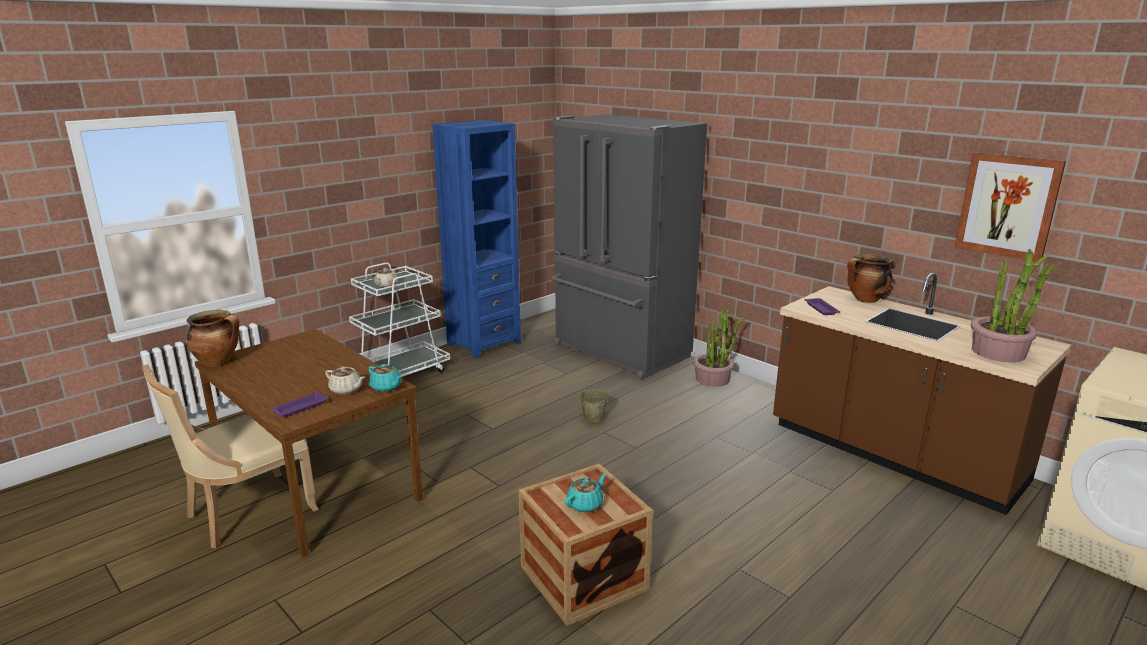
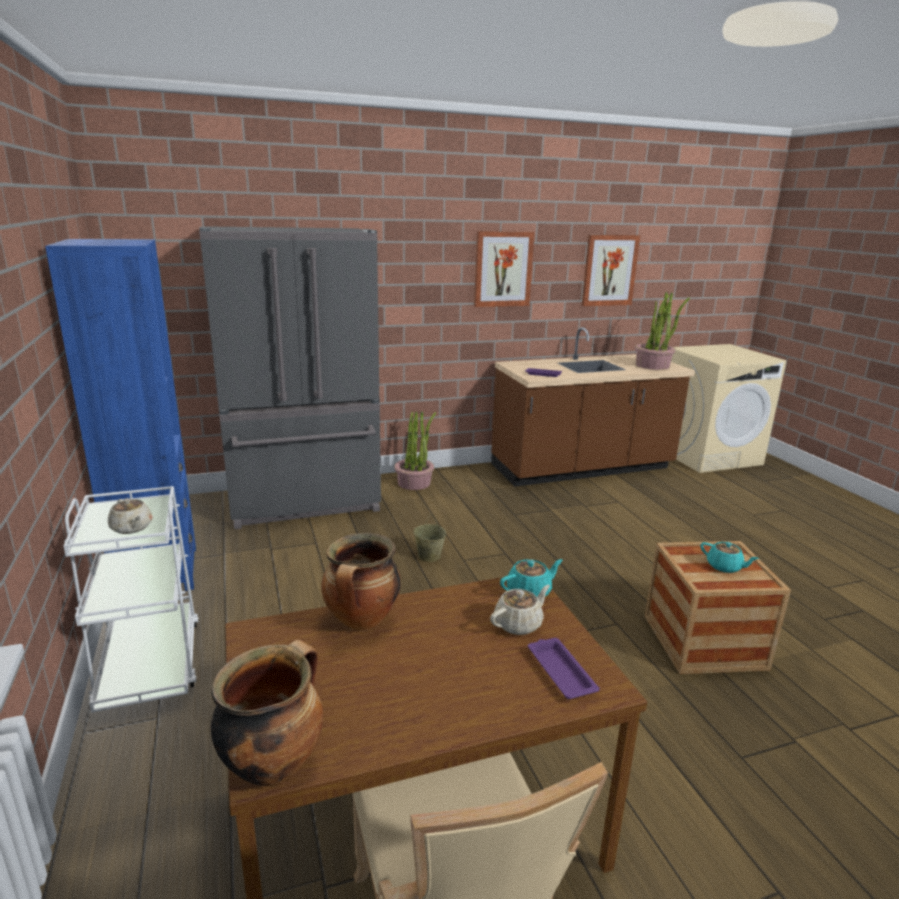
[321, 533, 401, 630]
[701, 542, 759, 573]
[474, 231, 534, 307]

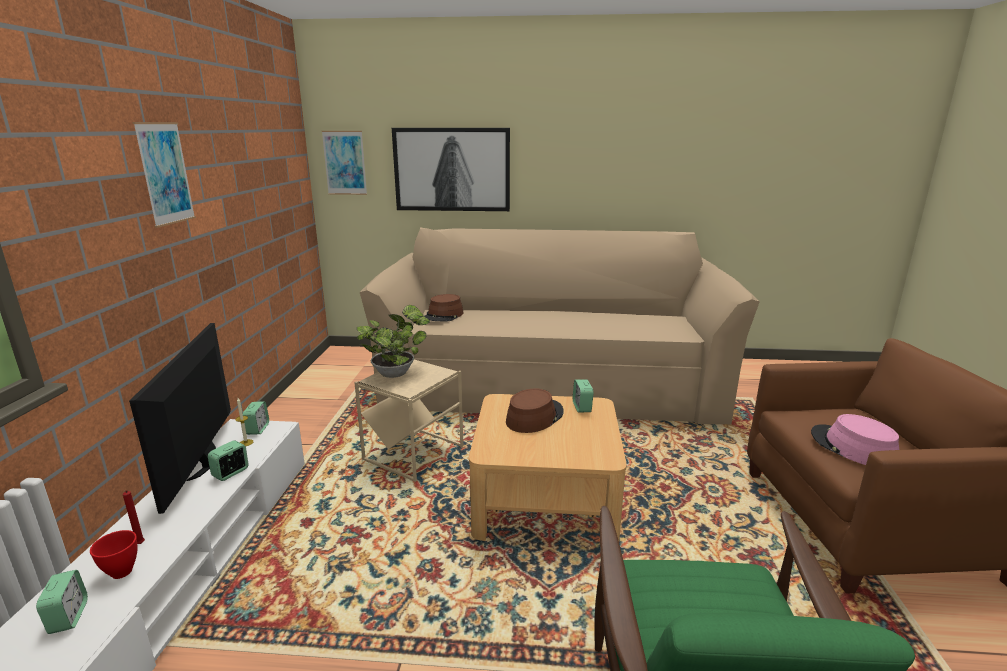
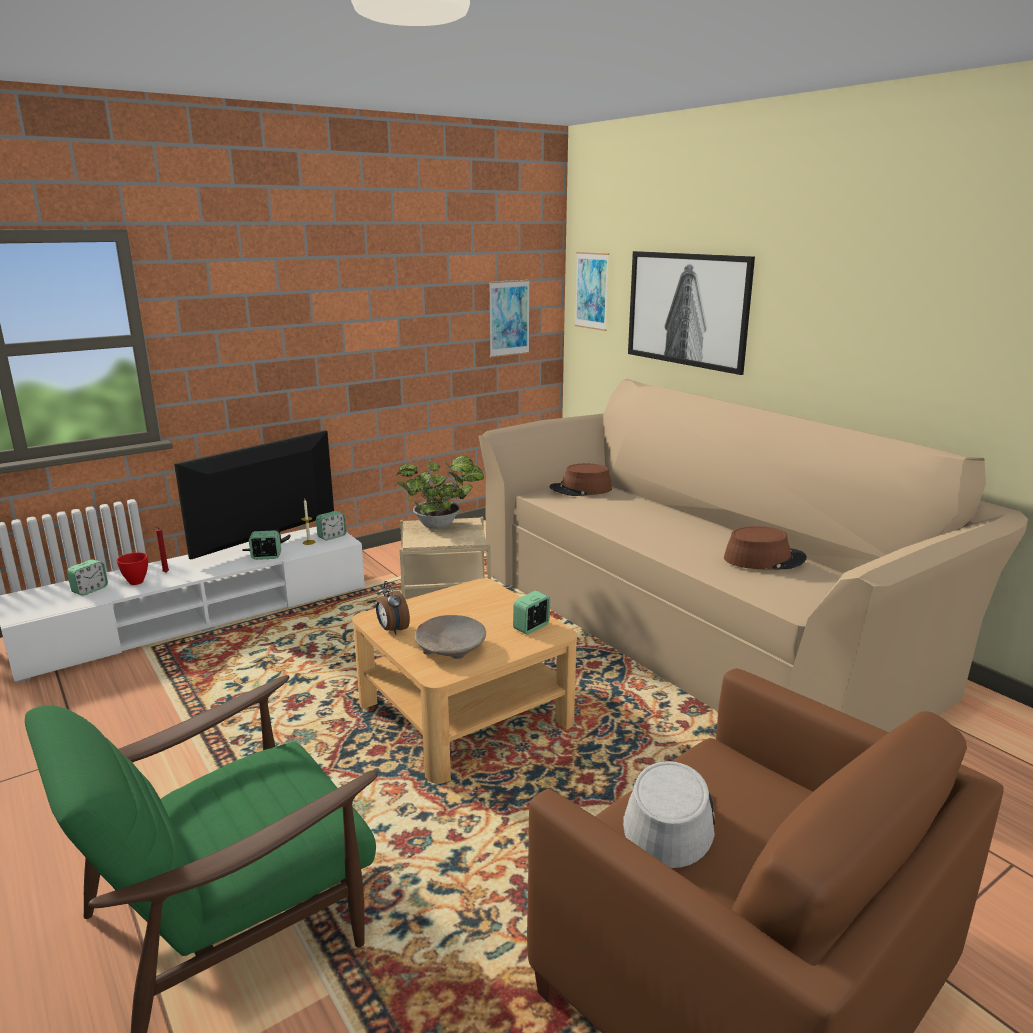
[489, 280, 530, 357]
[724, 526, 807, 569]
[623, 761, 715, 868]
[376, 581, 410, 635]
[415, 615, 486, 659]

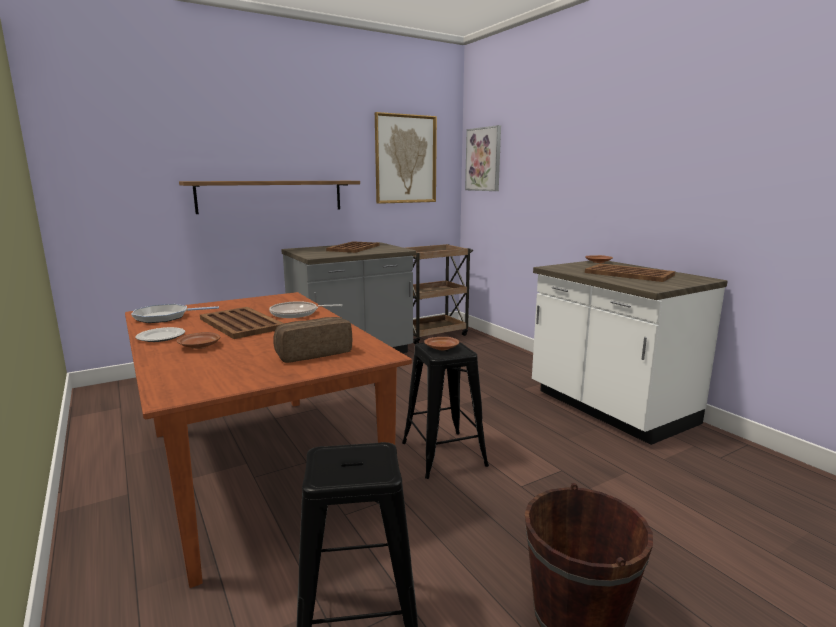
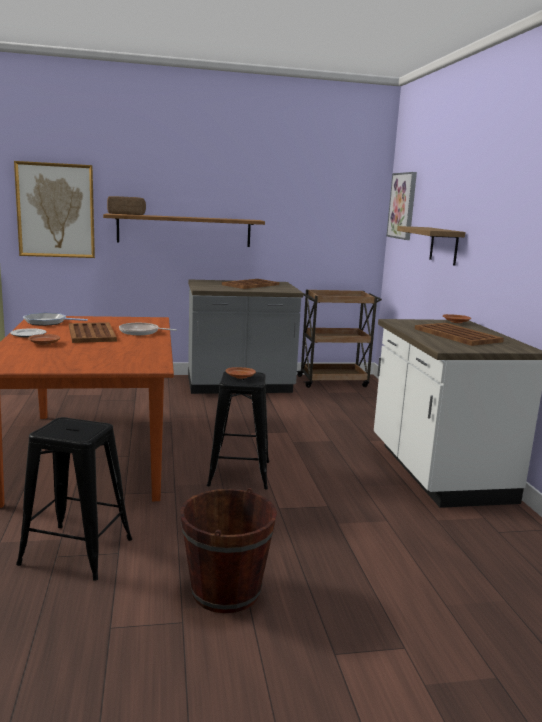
[14, 161, 95, 258]
[107, 196, 146, 215]
[397, 226, 466, 266]

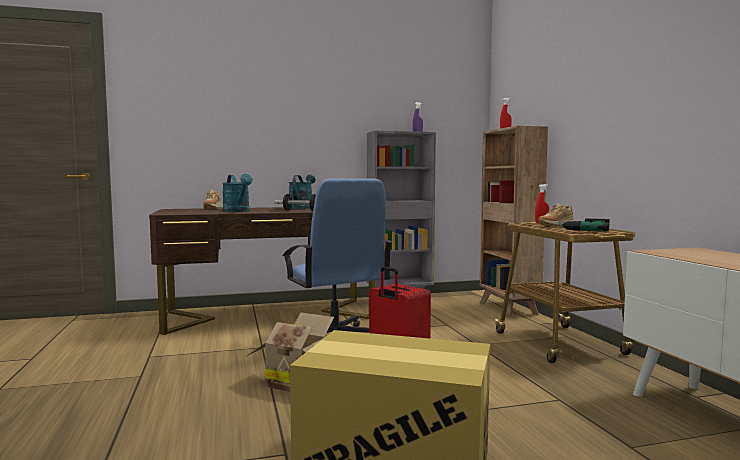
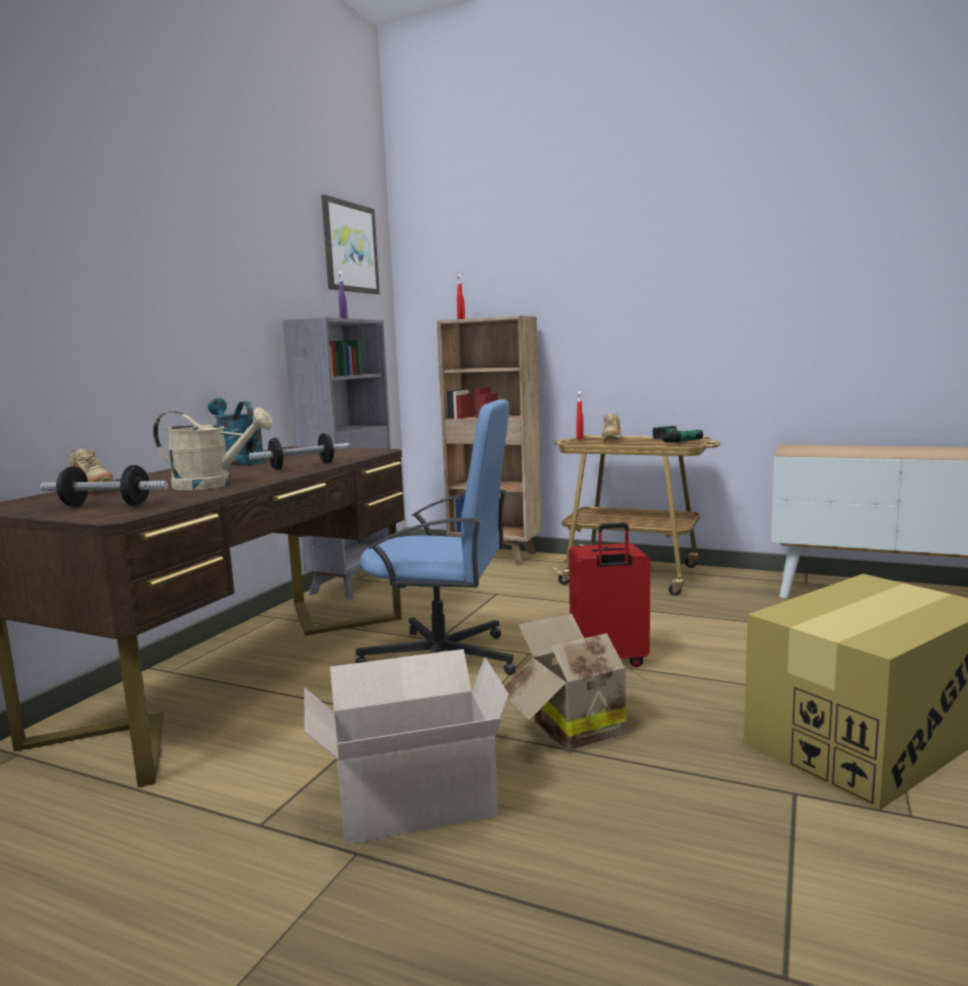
[153, 407, 273, 490]
[321, 194, 380, 294]
[40, 465, 168, 507]
[304, 649, 509, 845]

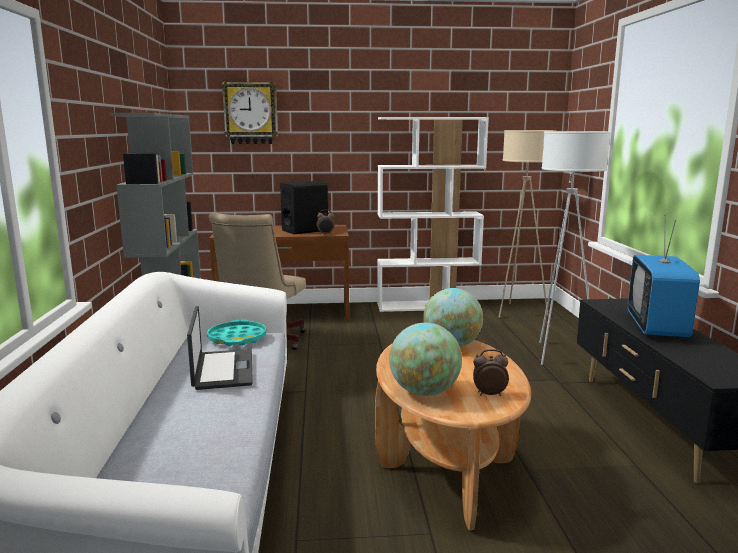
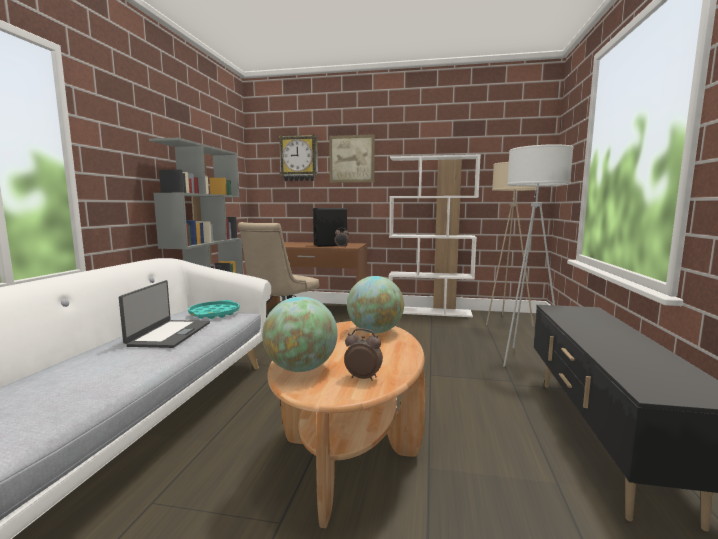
[628, 215, 700, 338] (first image)
[329, 134, 375, 183]

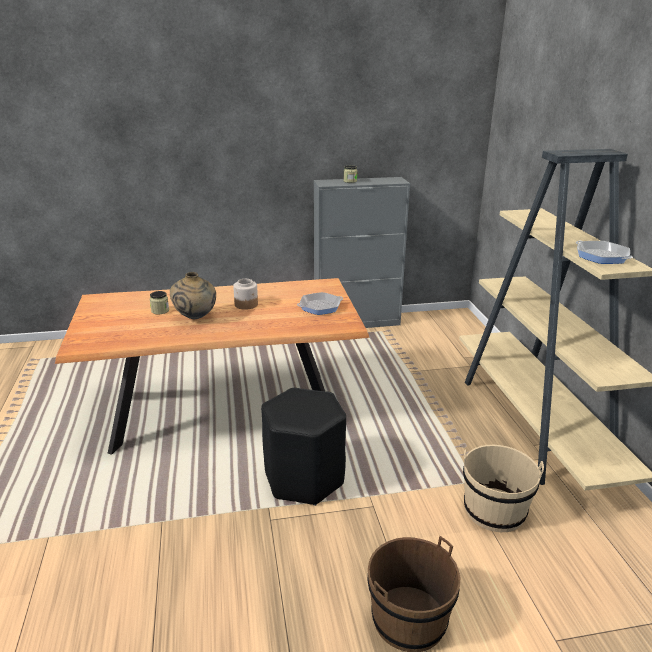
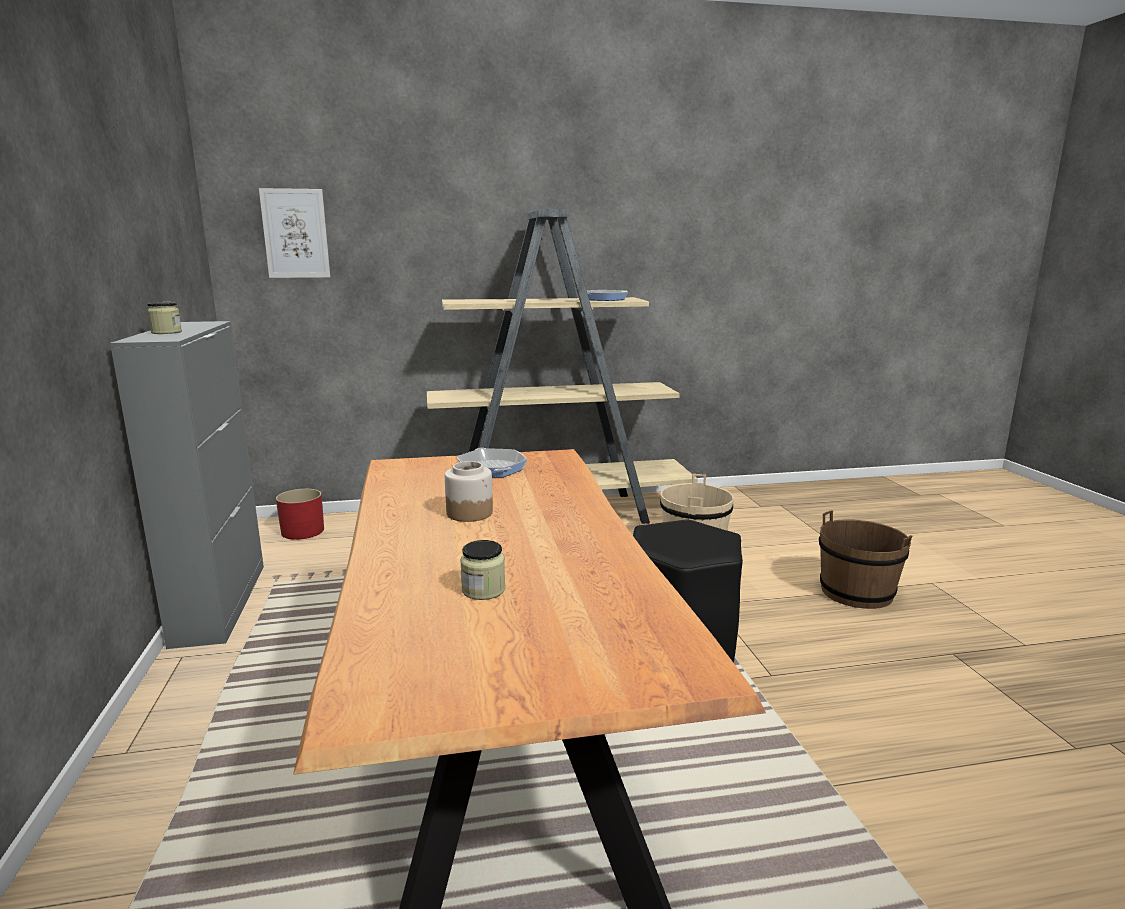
[170, 272, 216, 319] (first image)
[259, 188, 330, 278]
[276, 489, 324, 540]

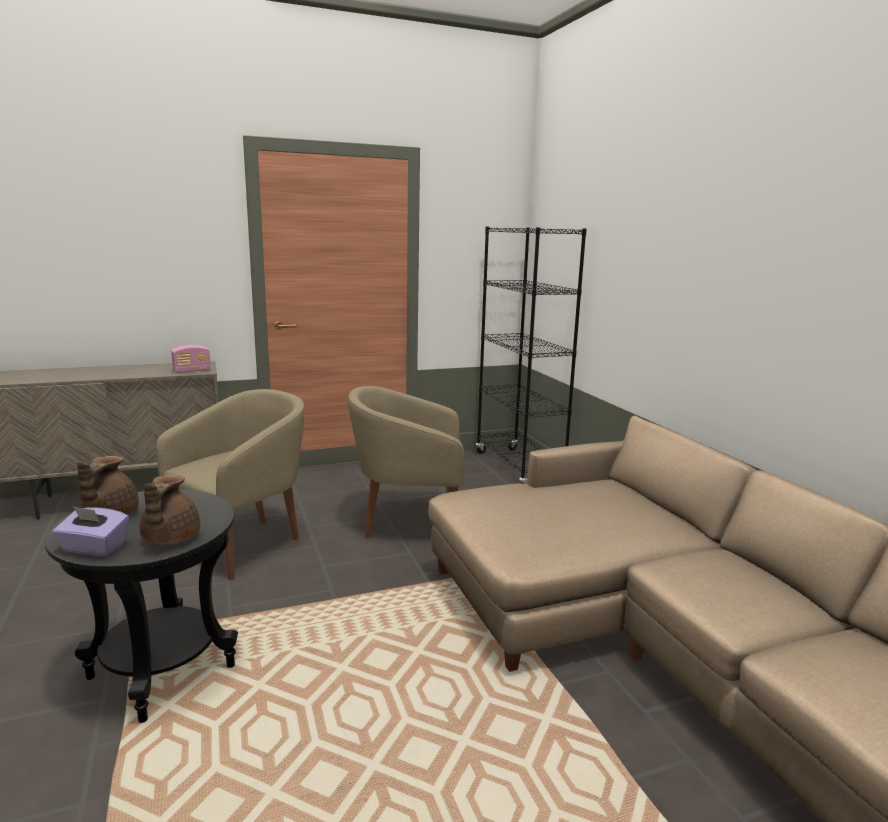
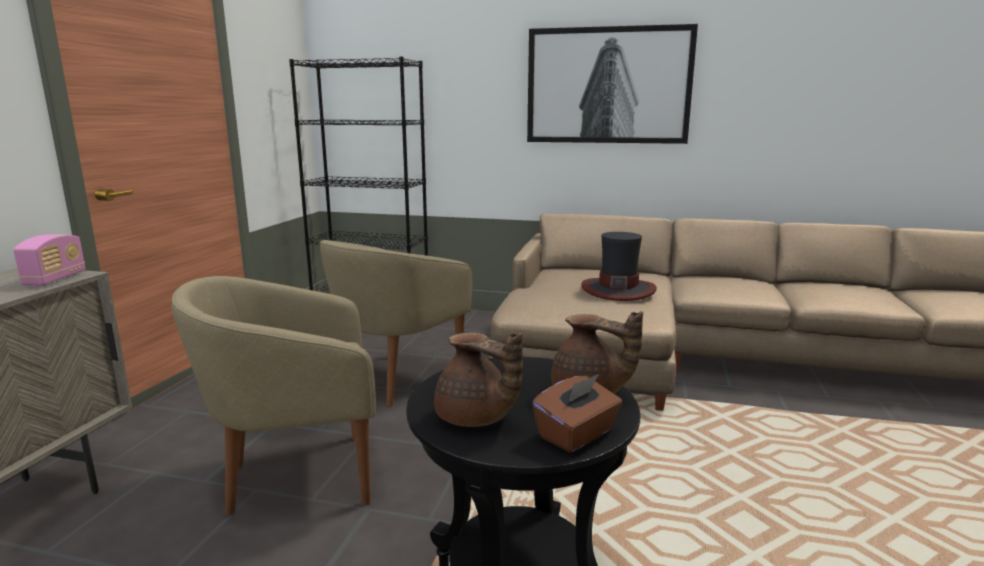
[172, 276, 376, 516]
[532, 374, 622, 453]
[527, 24, 698, 144]
[581, 232, 657, 301]

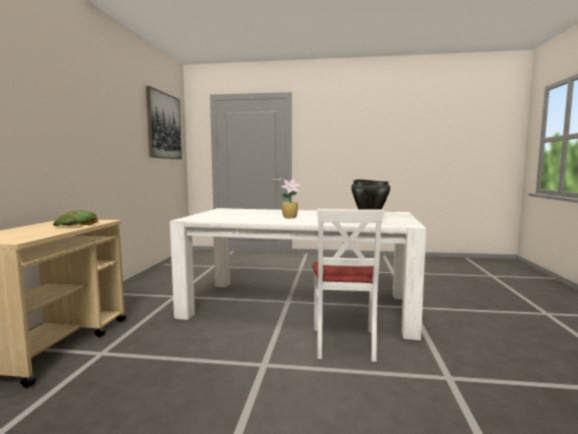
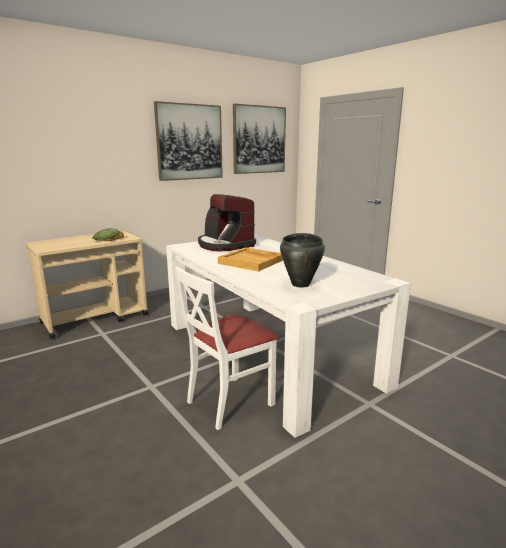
[218, 247, 283, 272]
[154, 101, 223, 181]
[198, 194, 256, 252]

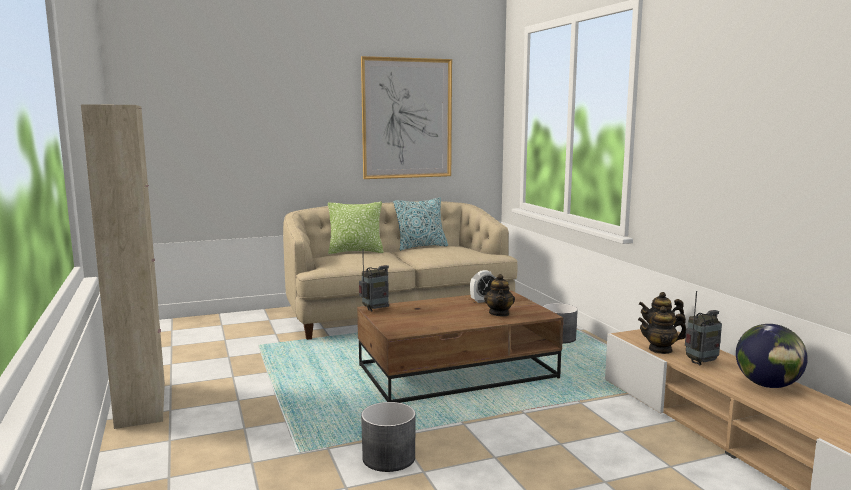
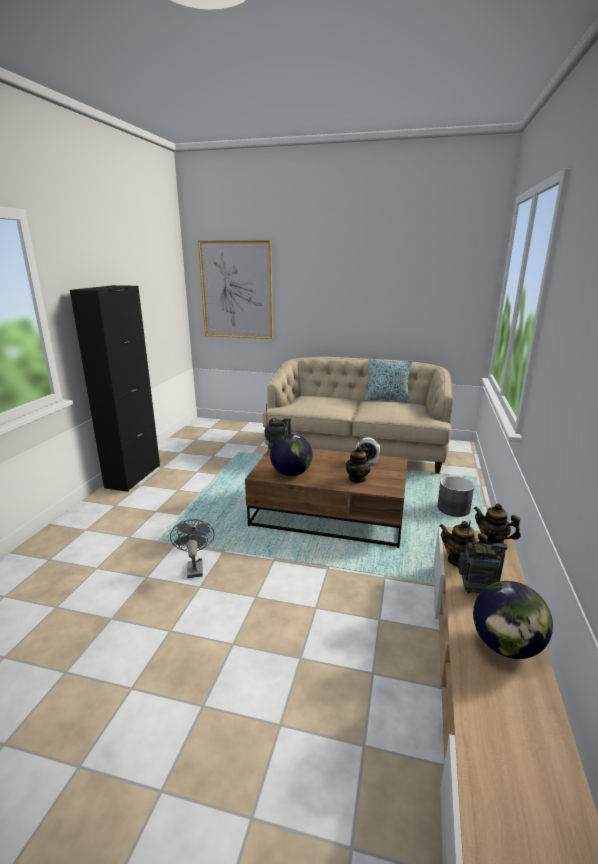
[198, 240, 273, 339]
[70, 285, 160, 492]
[328, 202, 384, 254] (first image)
[170, 519, 214, 578]
[270, 434, 313, 476]

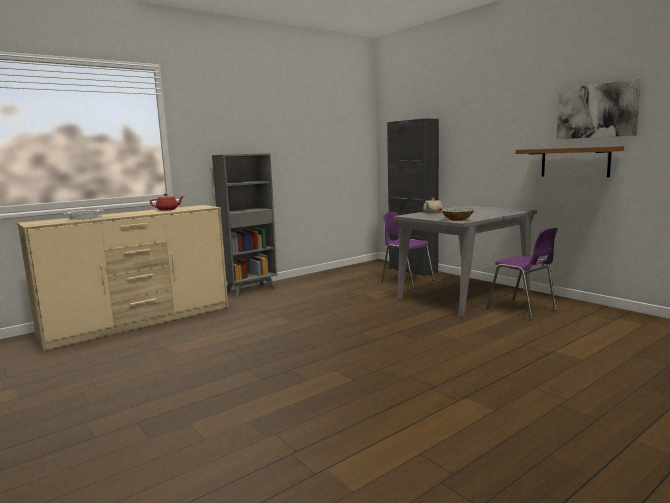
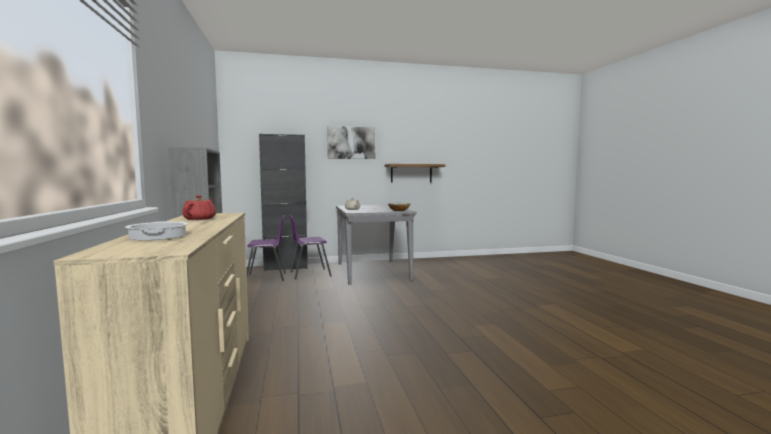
[327, 126, 375, 159]
[246, 215, 286, 281]

